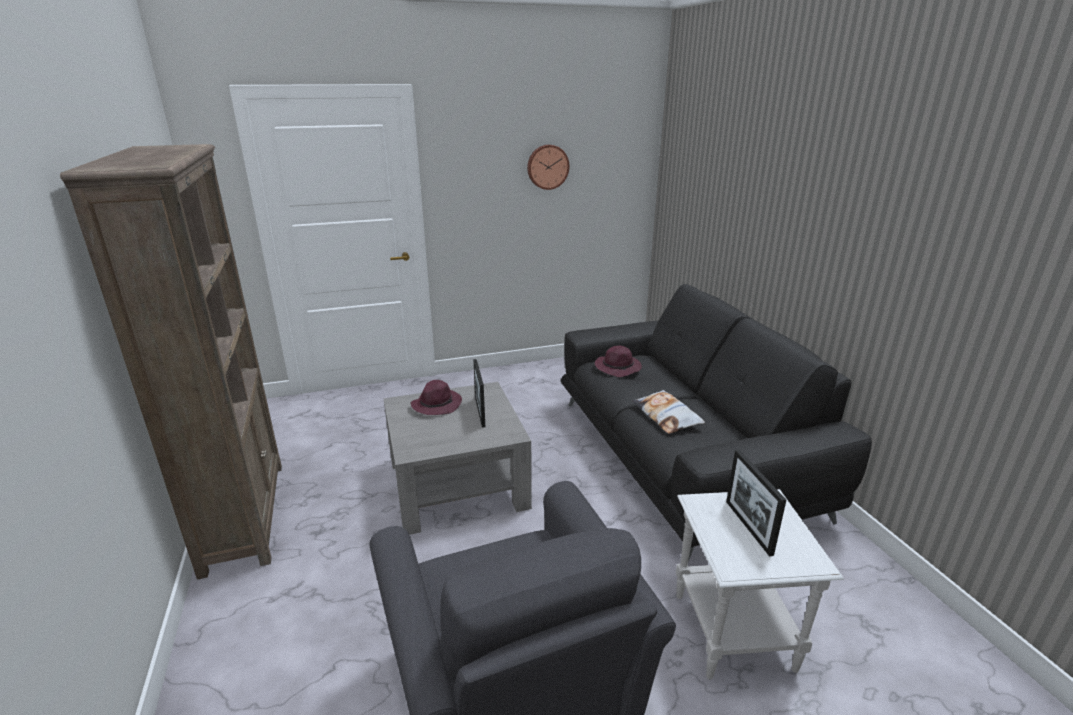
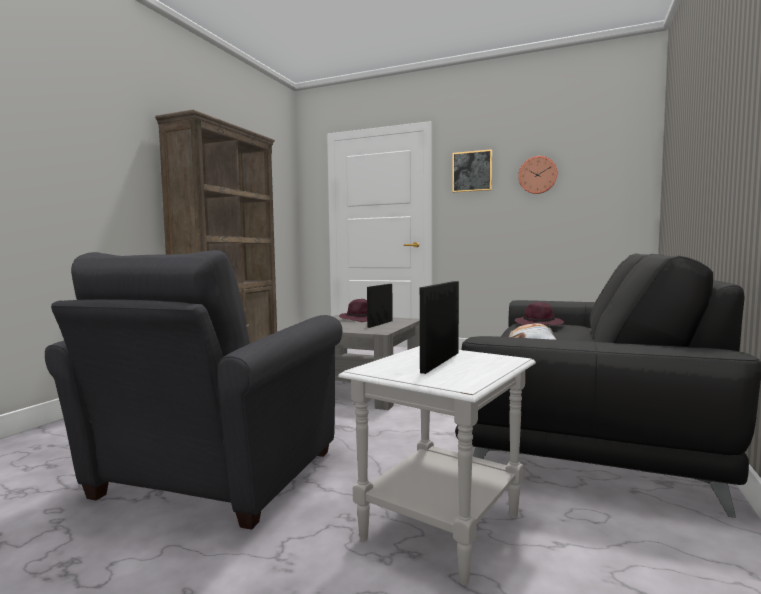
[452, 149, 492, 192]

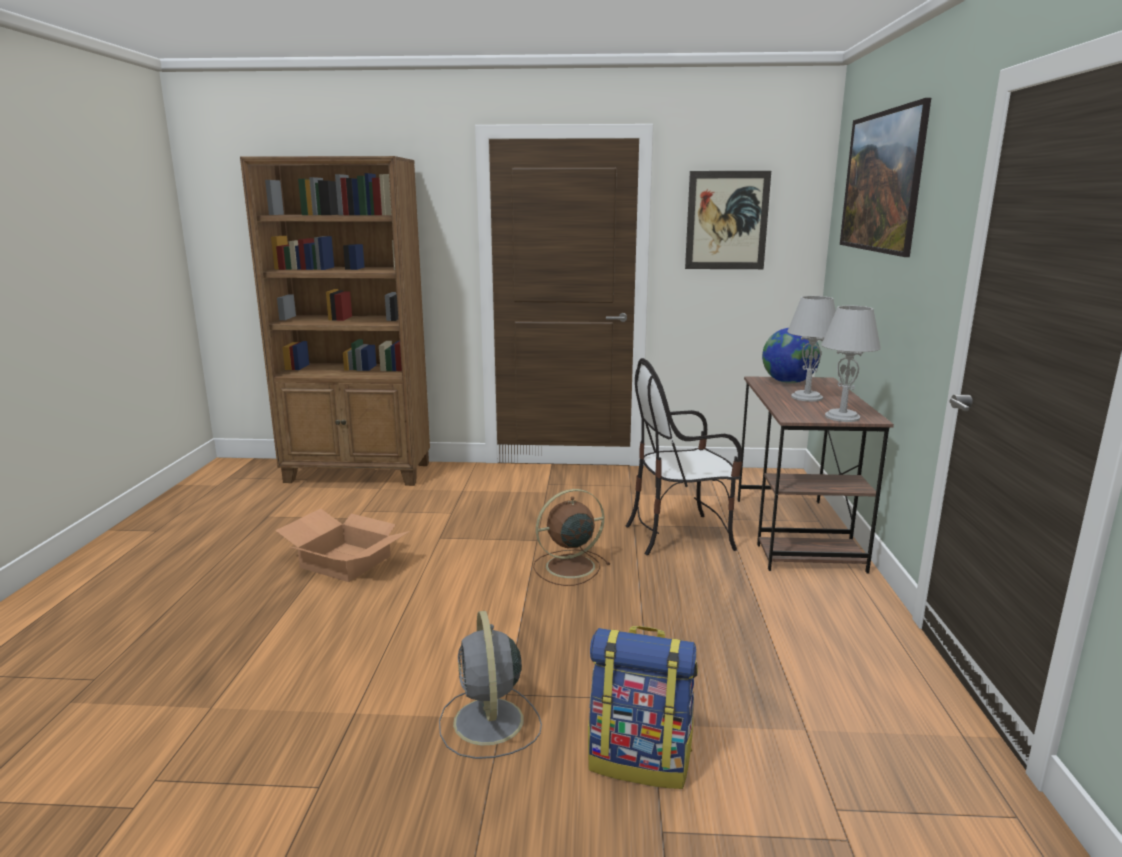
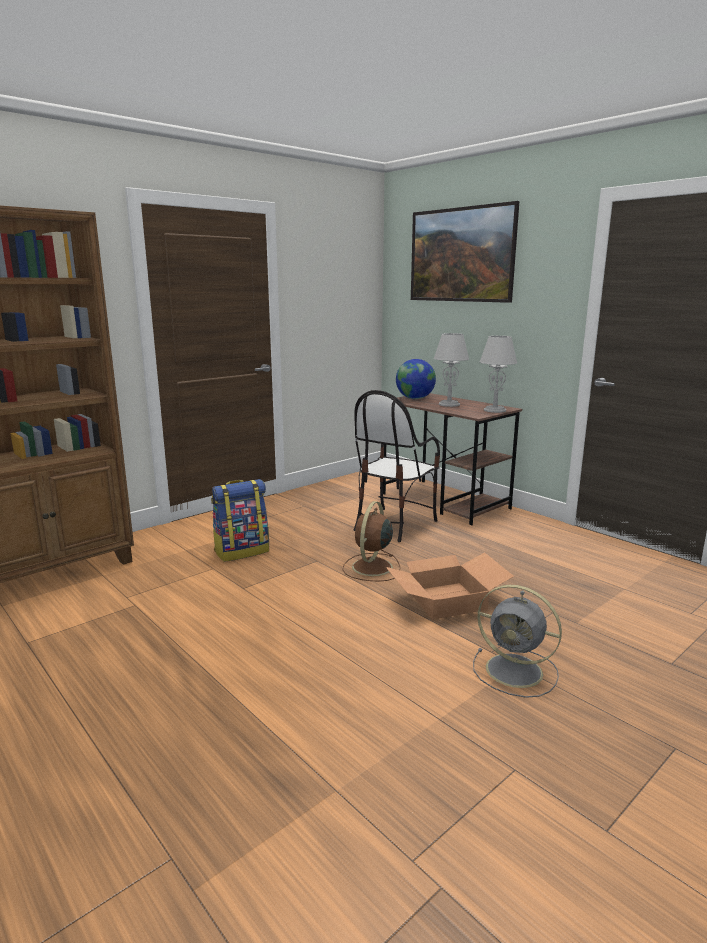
[685, 171, 771, 269] (first image)
[386, 552, 514, 620]
[211, 479, 269, 562]

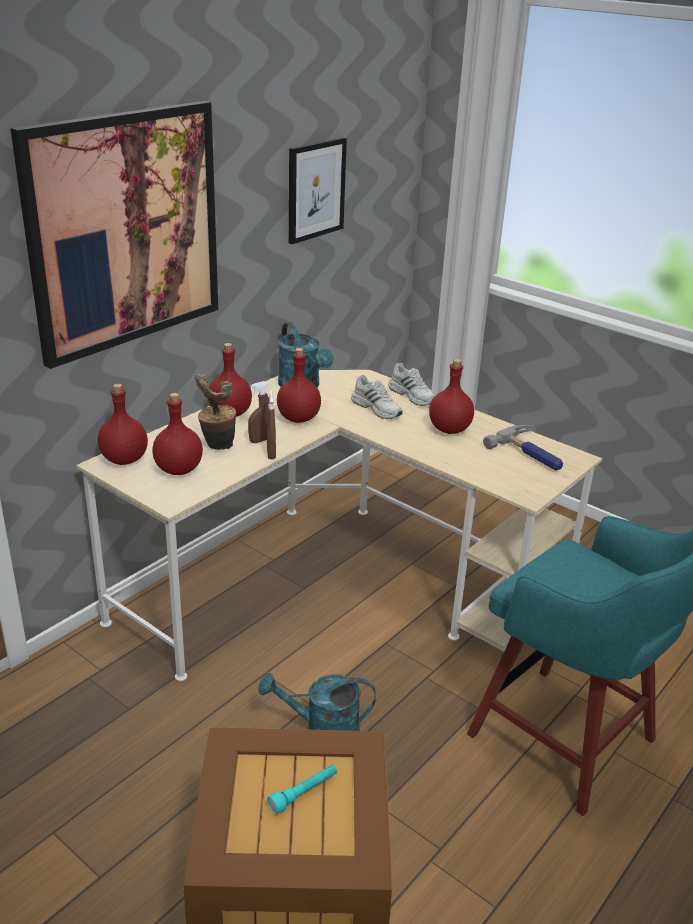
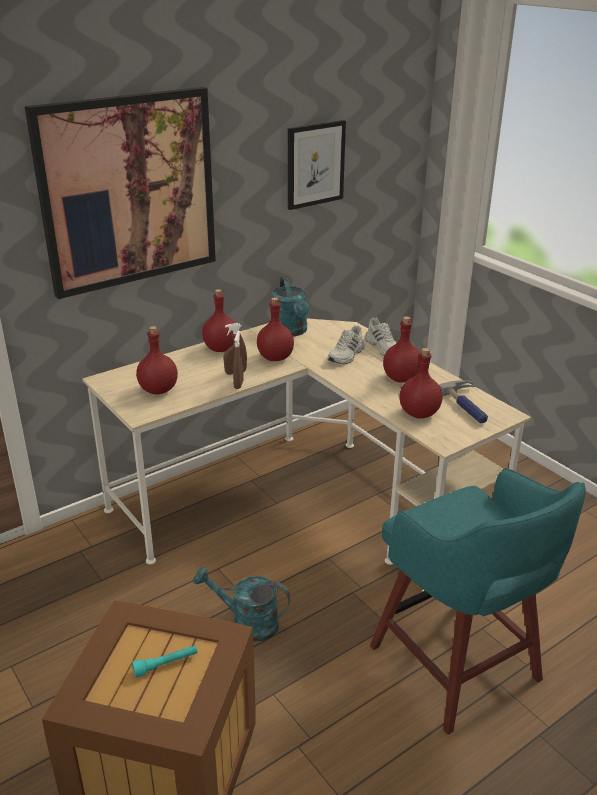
[195, 374, 236, 450] (first image)
[327, 325, 365, 364]
[399, 348, 442, 418]

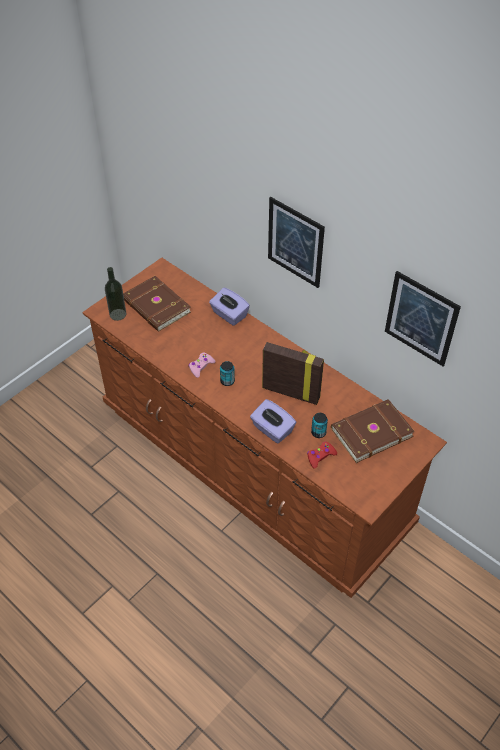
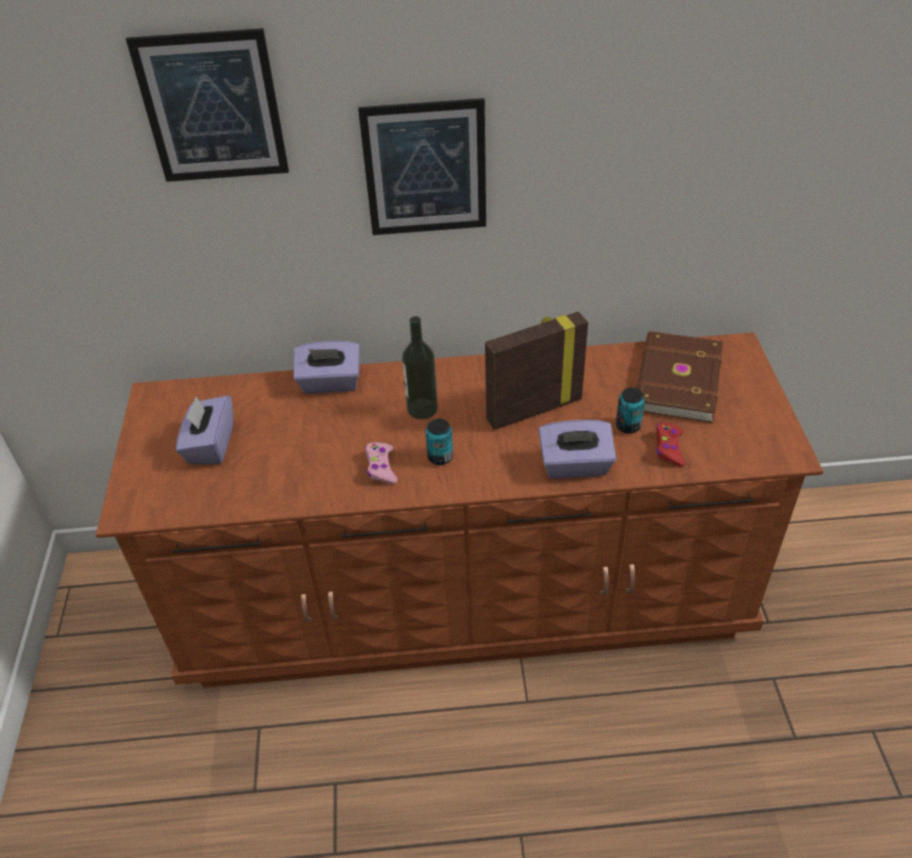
[402, 316, 438, 420]
[126, 28, 289, 182]
[176, 395, 233, 464]

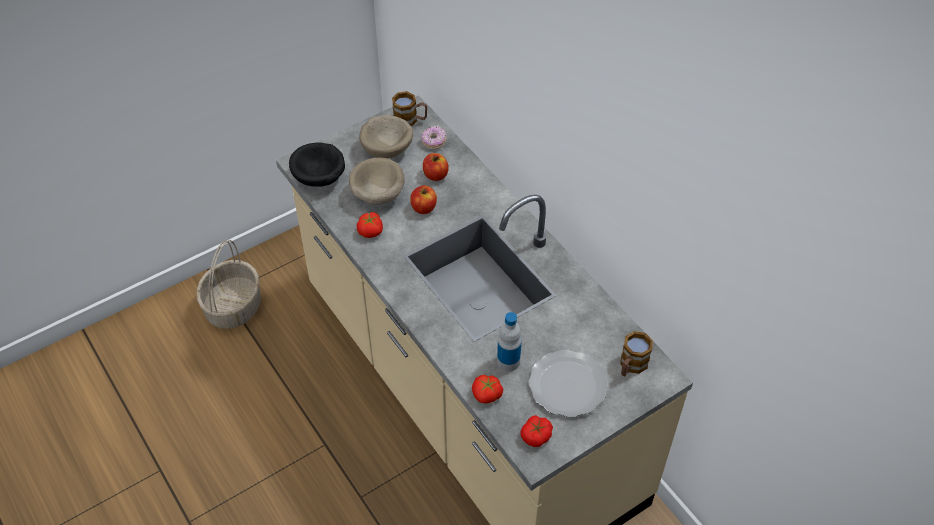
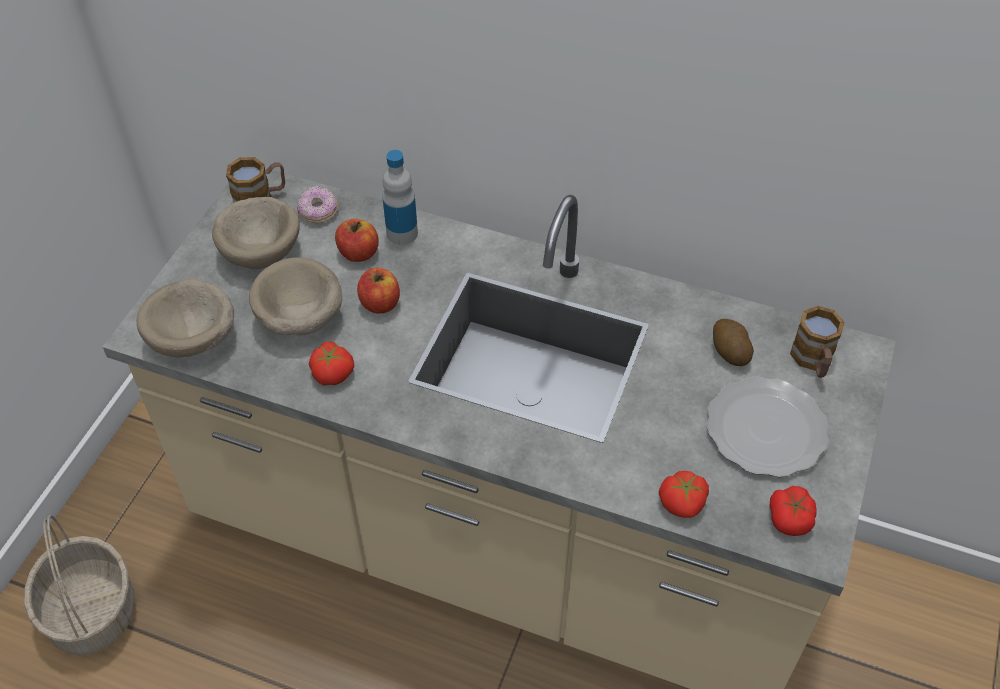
[137, 278, 234, 357]
[382, 150, 418, 245]
[713, 319, 754, 366]

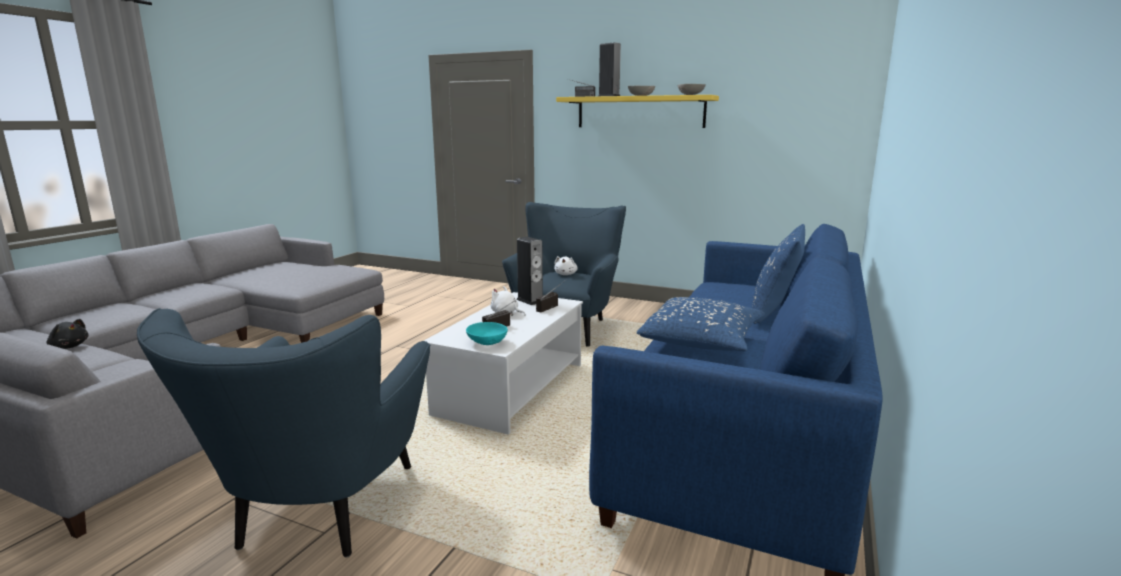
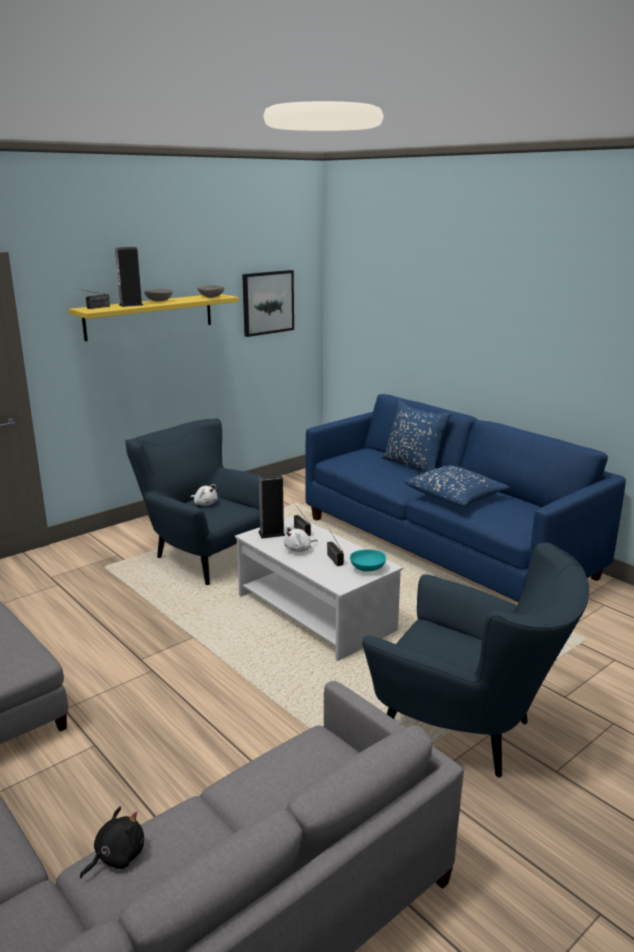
[242, 270, 294, 337]

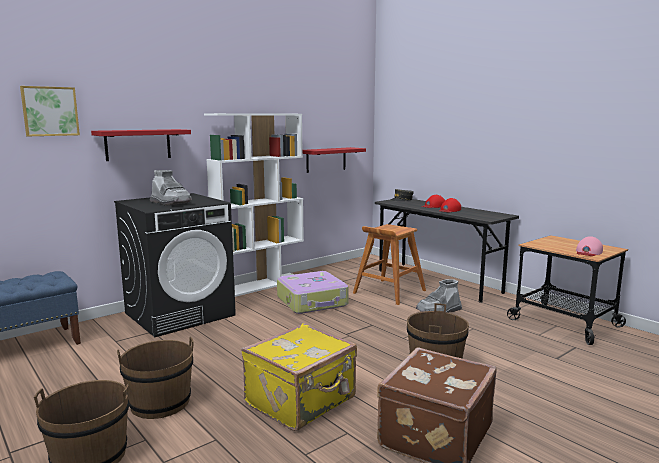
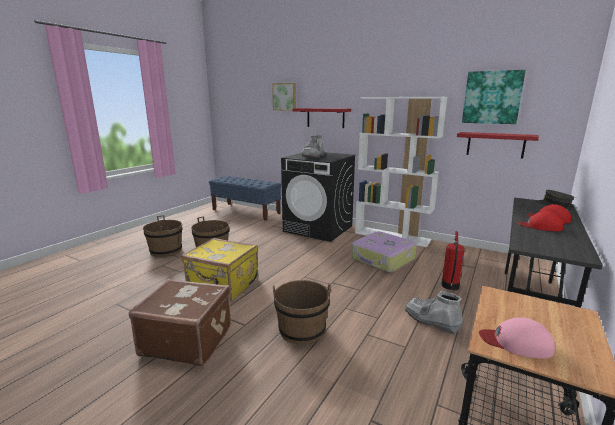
[441, 231, 465, 290]
[462, 70, 526, 124]

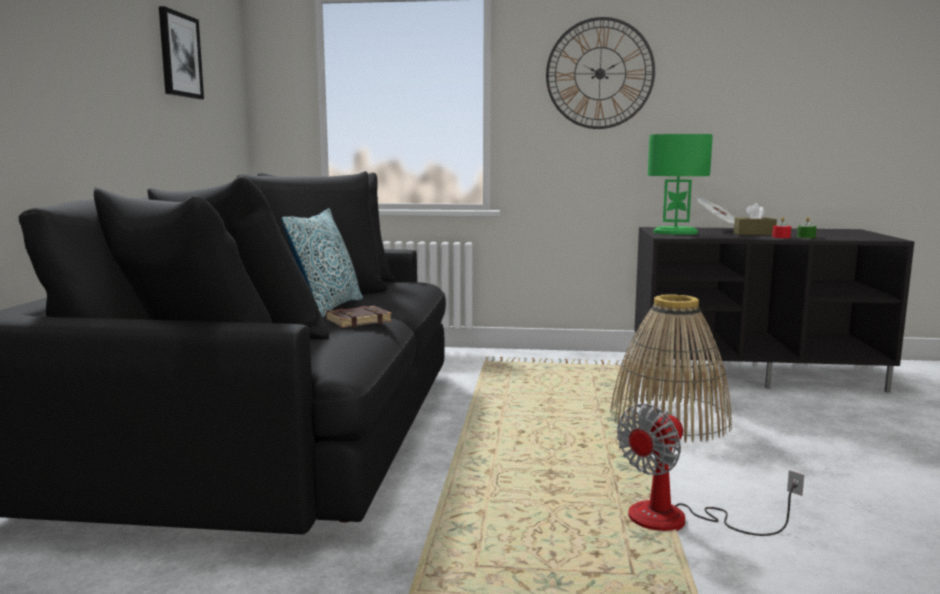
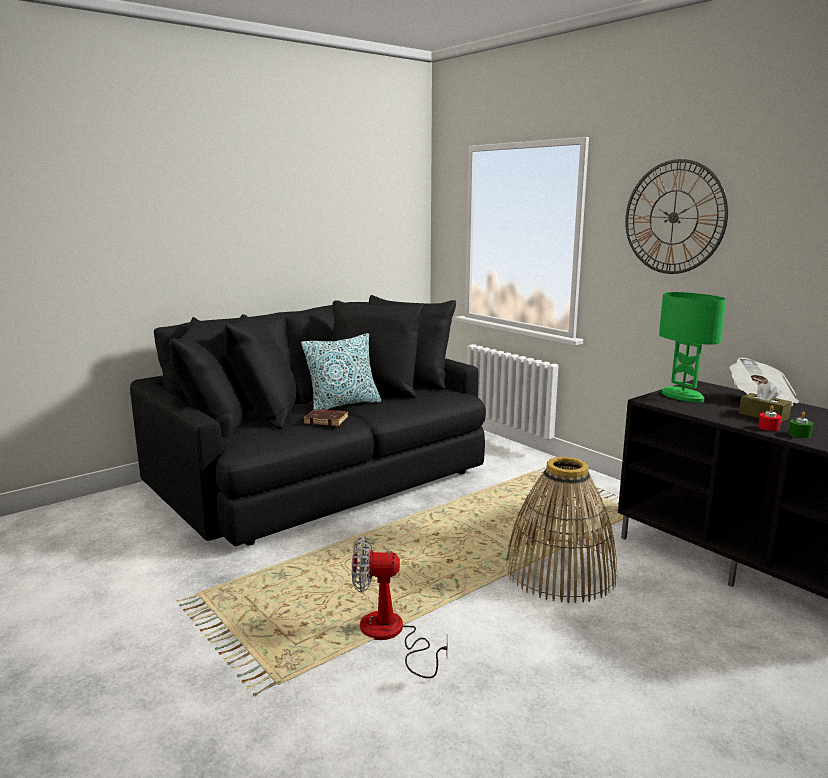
[159, 6, 204, 99] (first image)

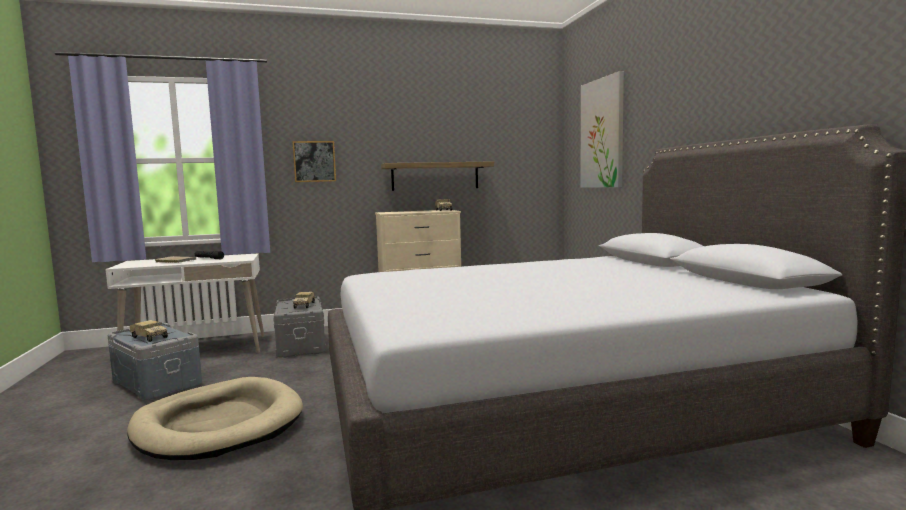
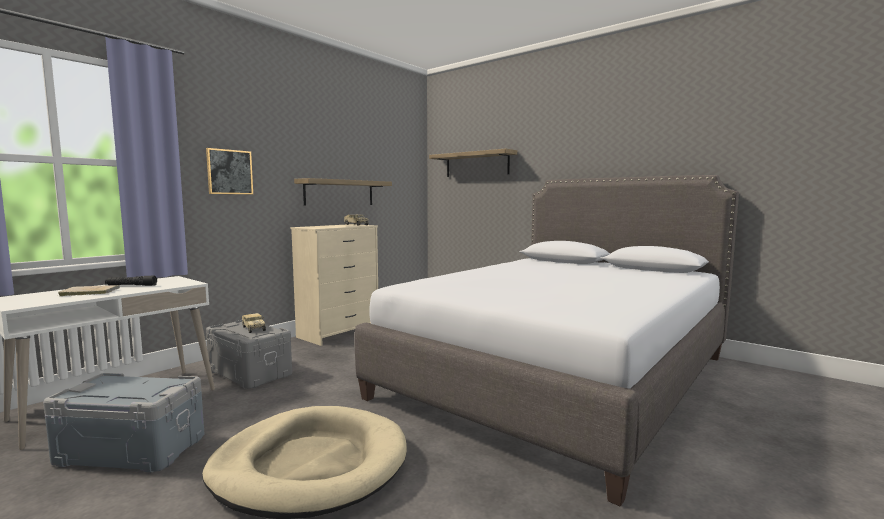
[429, 148, 517, 177]
[130, 320, 168, 342] (first image)

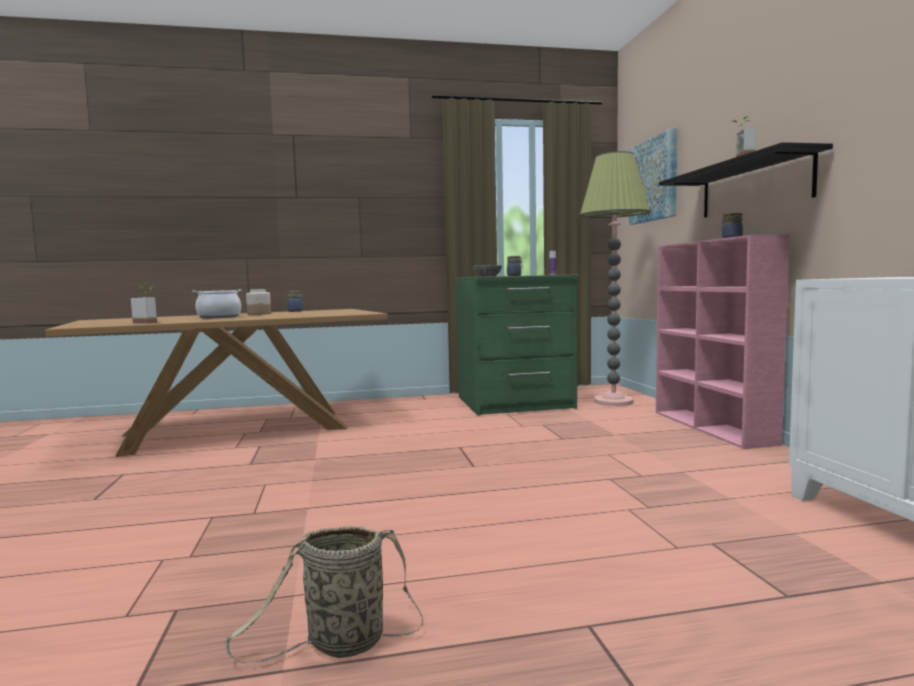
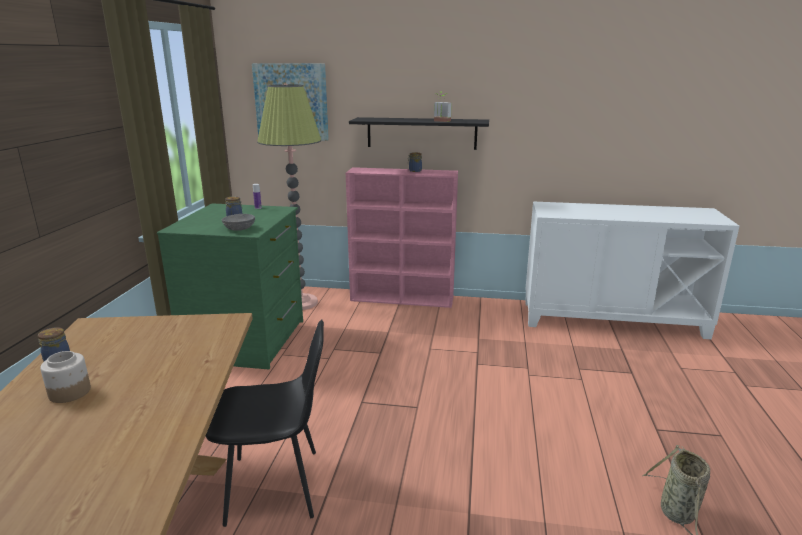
[131, 283, 157, 324] (first image)
[192, 289, 242, 318] (first image)
[206, 319, 324, 527]

